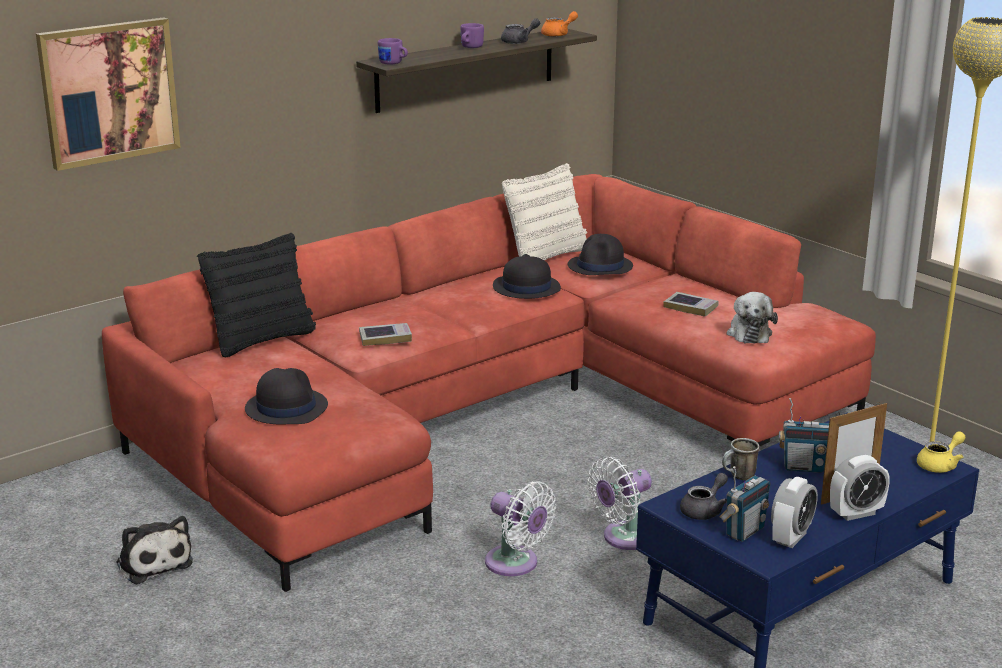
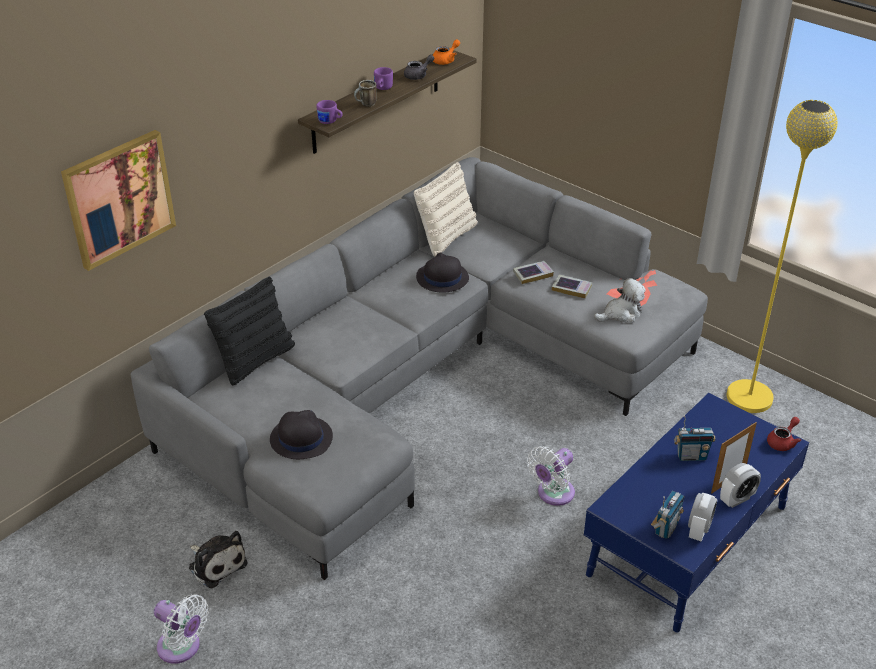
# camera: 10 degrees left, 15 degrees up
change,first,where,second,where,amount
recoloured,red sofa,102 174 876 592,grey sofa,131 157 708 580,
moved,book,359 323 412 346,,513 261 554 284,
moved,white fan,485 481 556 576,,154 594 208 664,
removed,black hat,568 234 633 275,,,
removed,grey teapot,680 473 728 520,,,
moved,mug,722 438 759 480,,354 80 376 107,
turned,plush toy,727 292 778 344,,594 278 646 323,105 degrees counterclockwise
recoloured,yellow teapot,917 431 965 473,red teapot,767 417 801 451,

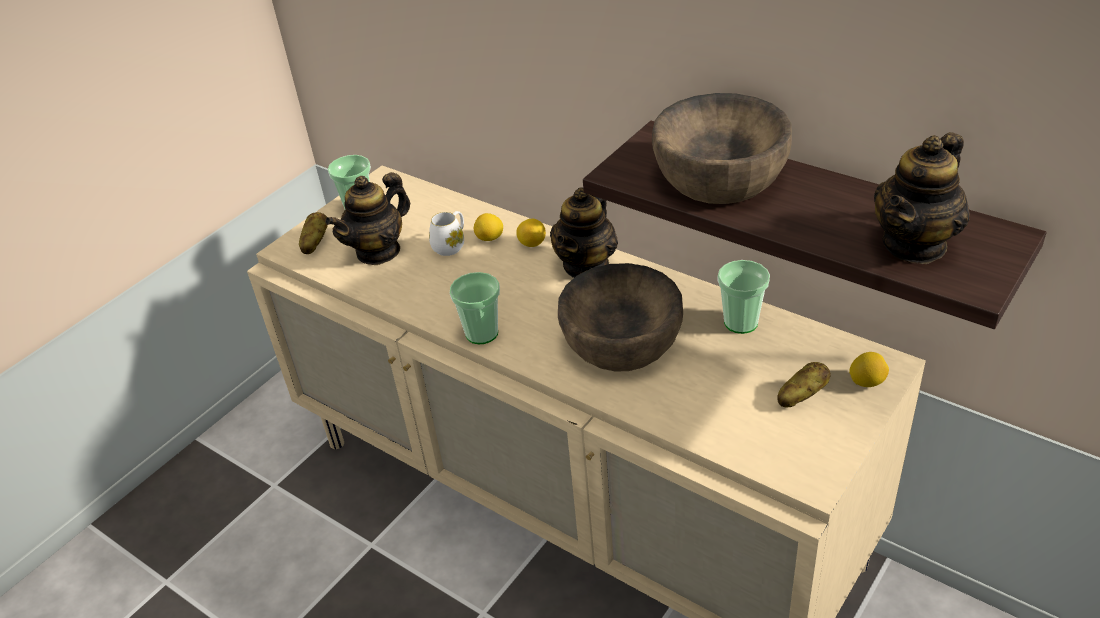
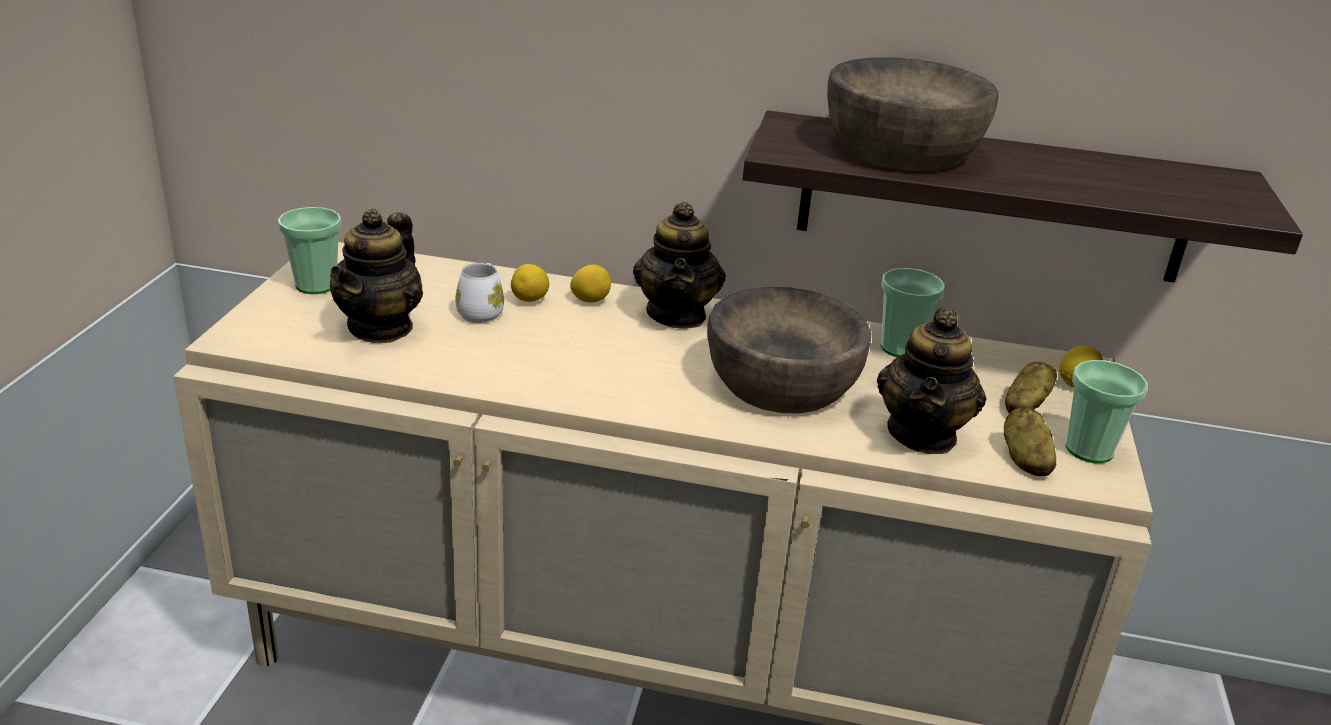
# camera: 30 degrees left, 10 degrees down
change,first,where,second,where,amount
moved,potato,299 212 328 254,,1004 408 1057 476,
moved,cup,450 272 500 344,,1065 360 1148 463,
moved,teapot,874 132 970 264,,877 307 986 454,

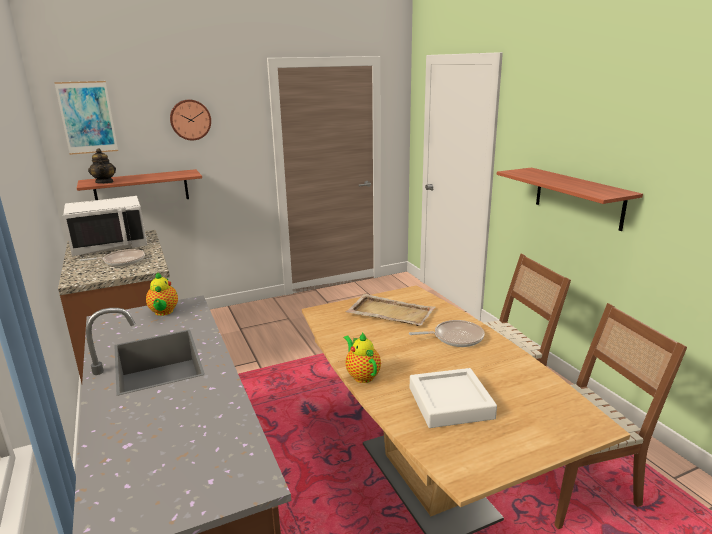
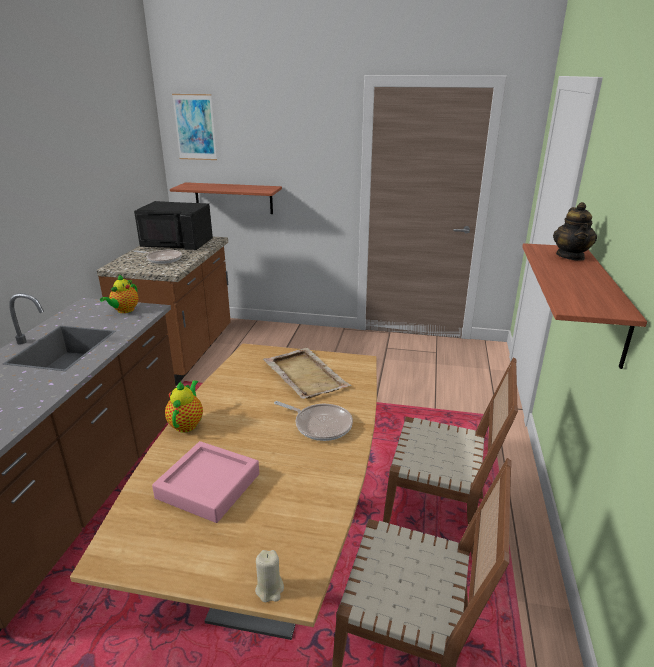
# camera: 35 degrees right, 5 degrees up
change,first,where,second,where,amount
recoloured,white microwave,63 196 147 256,black microwave,134 201 213 250,
moved,teapot,88 149 116 184,,553 202 597 261,
removed,wall clock,170 99 211 140,,,
recoloured,white tray,410 368 497 428,pink tray,152 441 259 523,
added,,,beige candle,255 550 284 602,

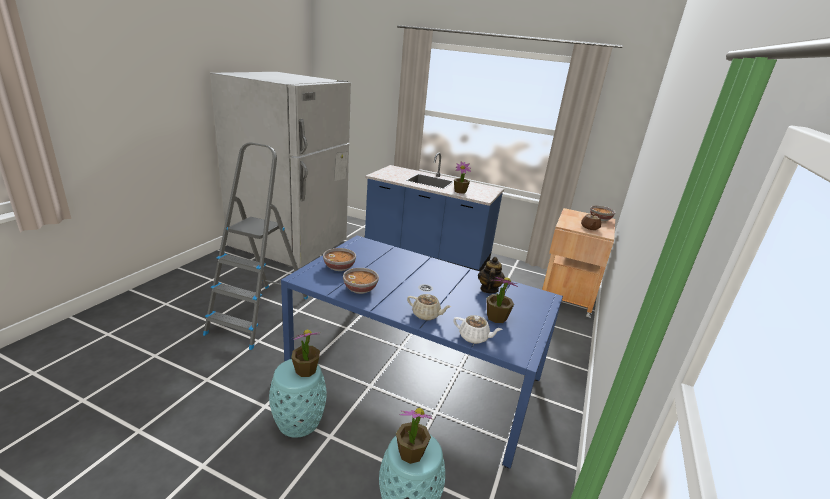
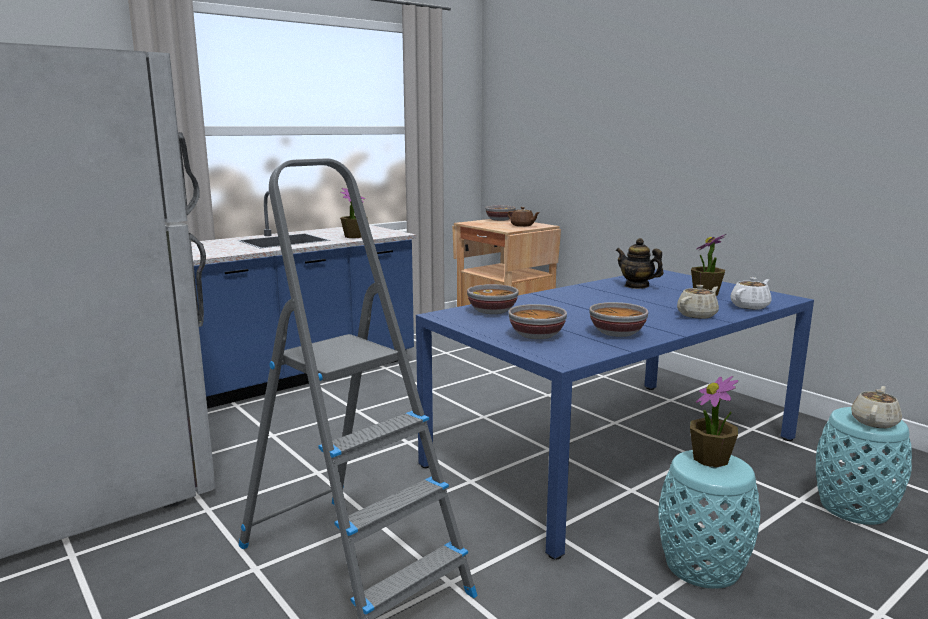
# camera: 60 degrees left, 10 degrees down
change,first,where,second,where,amount
replaced,potted plant,396 408 433 464,beige teapot,851 386 902 428,
added,,,bowl,467 284 519 314,

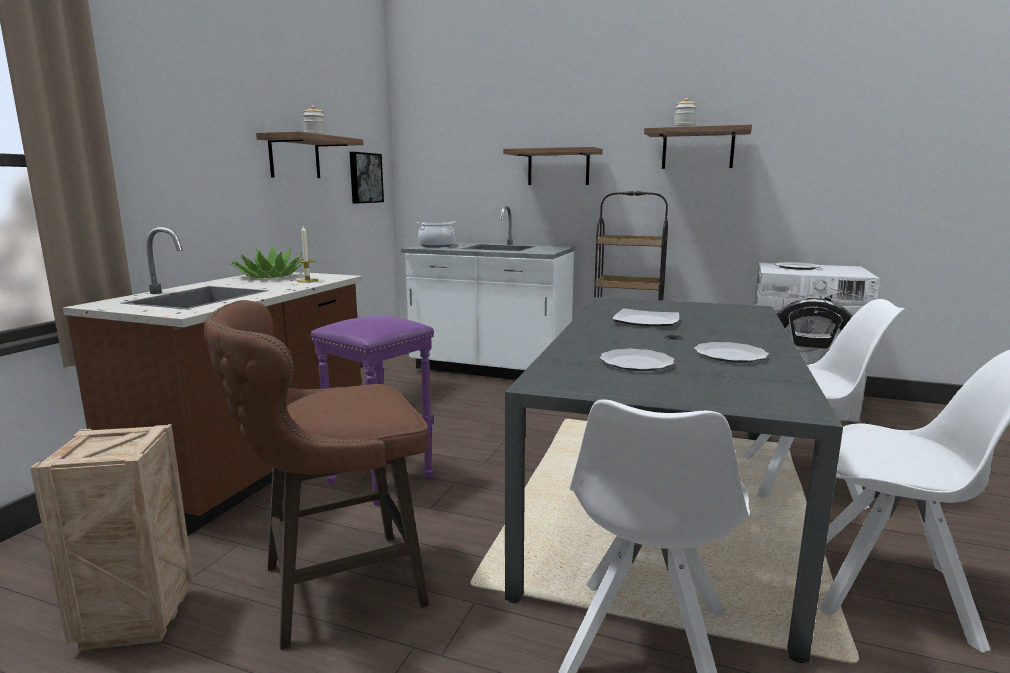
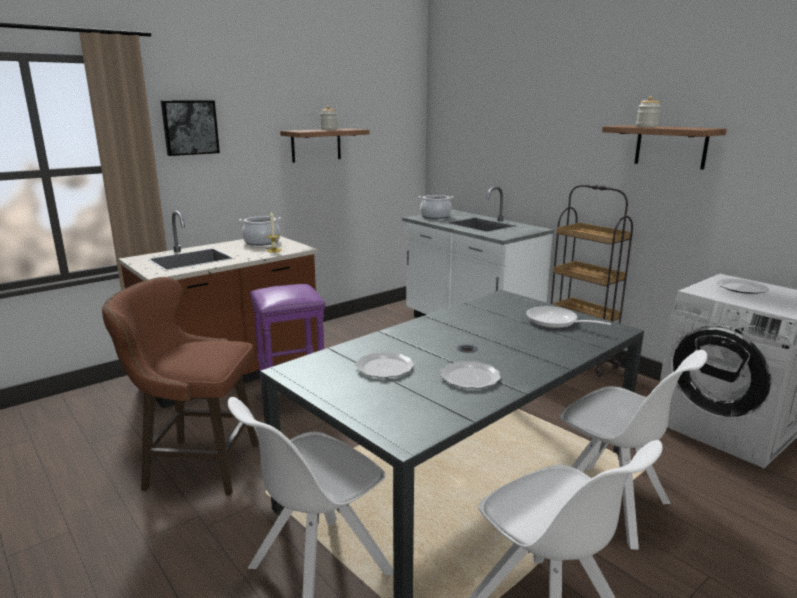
# camera: 30 degrees right, 5 degrees up
change,first,where,second,where,amount
removed,crate,30 424 193 651,,,
replaced,potted plant,231 245 304 278,cooking pot,239 216 281 246,
moved,picture,350 152 384 203,,161 100 220 156,
removed,shelf,503 147 603 185,,,
removed,plate,612 308 680 327,,,
added,,,frying pan,526 306 611 328,

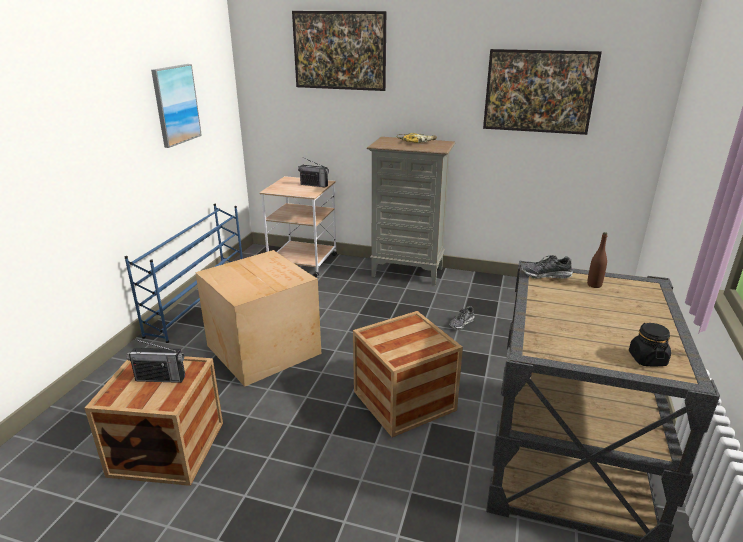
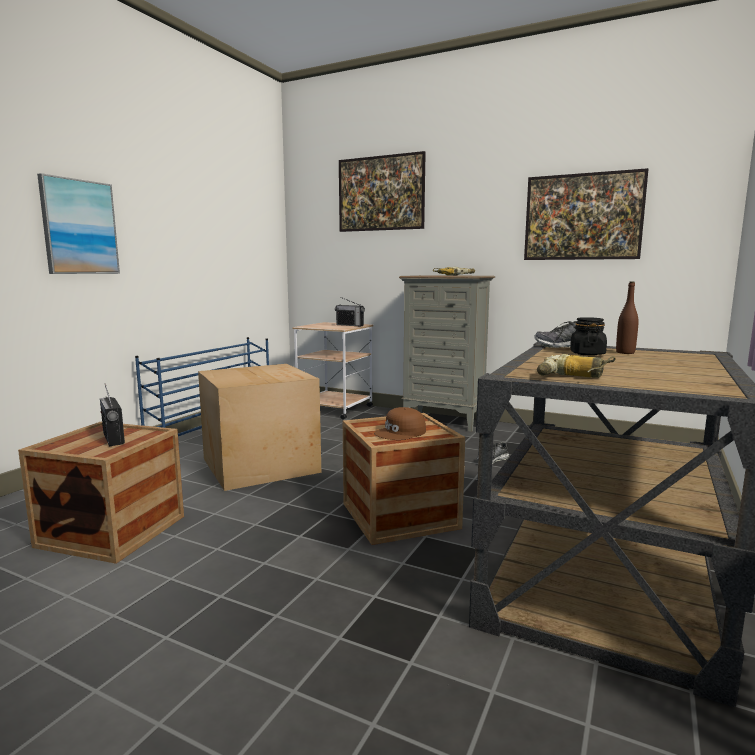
# camera: 10 degrees right, 15 degrees down
change,first,where,second,where,amount
turned,radio,127 339 185 383,,100 384 125 446,45 degrees clockwise
moved,picture,151 64 202 148,,37 173 120 274,
moved,black jar,629 323 671 366,,570 317 607 356,
added,,,brown cap,374 407 426 440,
added,,,power drill,537 354 615 378,

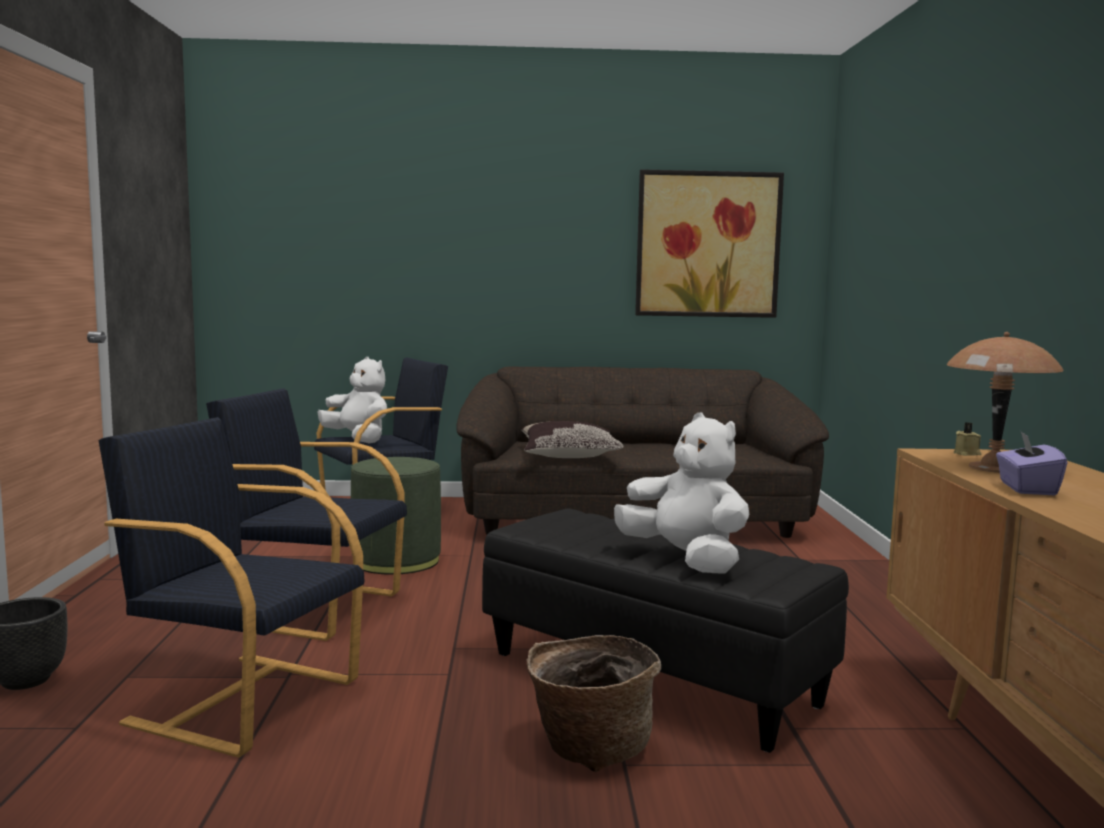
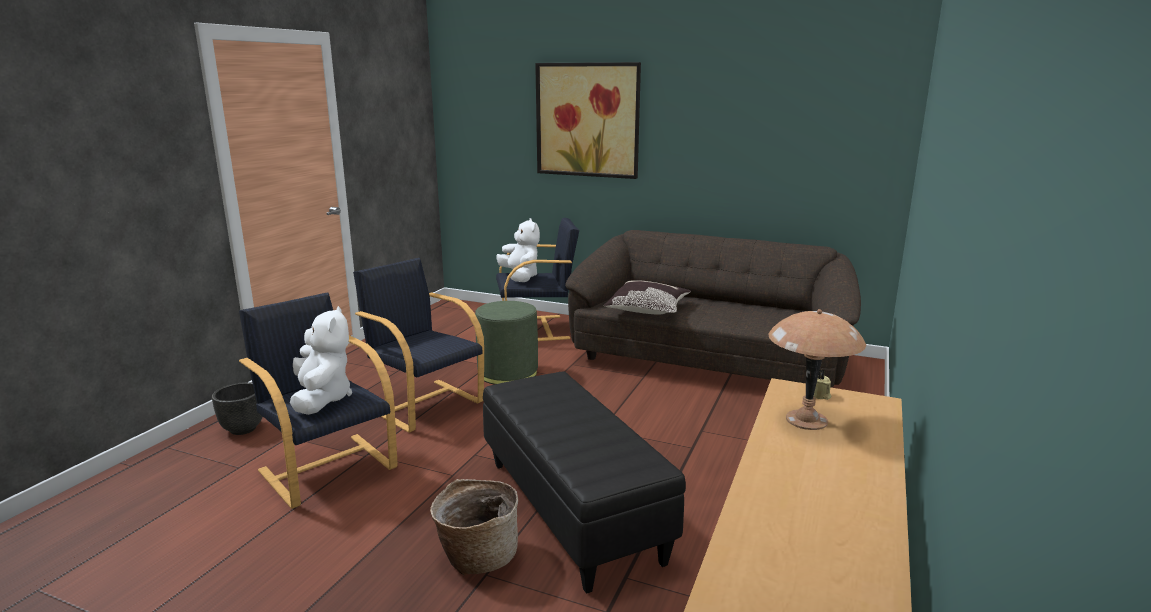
# camera: 25 degrees right, 10 degrees up
change,first,where,second,where,amount
moved,white plush toy,614 413 749 574,,290 306 352 415,
moved,picture,635 169 784 318,,535 62 641 179,
removed,purple tissue box,996 432 1067 495,,,

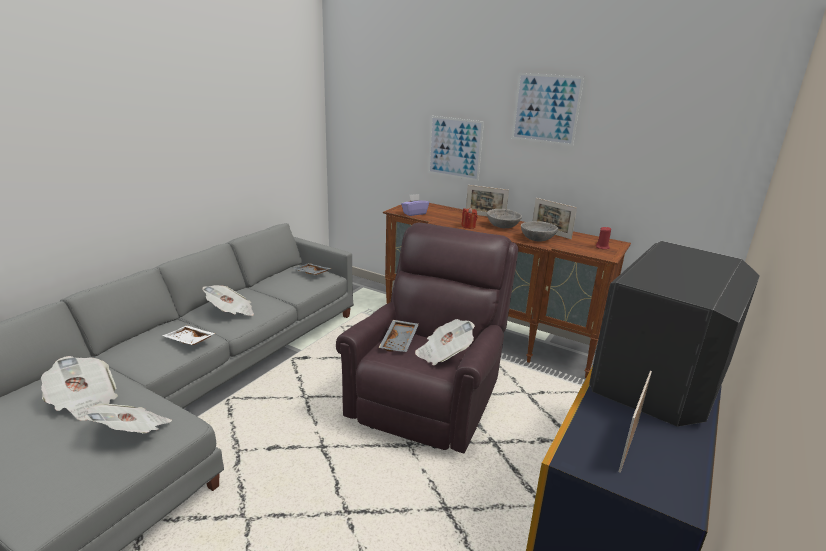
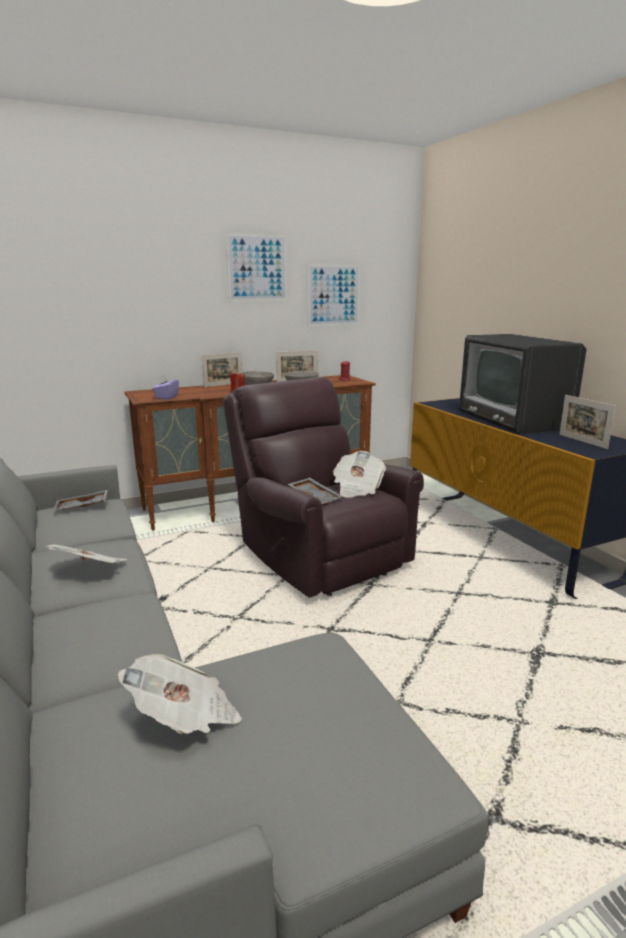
# camera: 55 degrees left, 5 degrees down
change,first,where,second,where,amount
removed,newspaper,84 404 172 433,,,
removed,white tray,162 325 215 345,,,
moved,picture,428 116 484 181,,308 264 360 326,

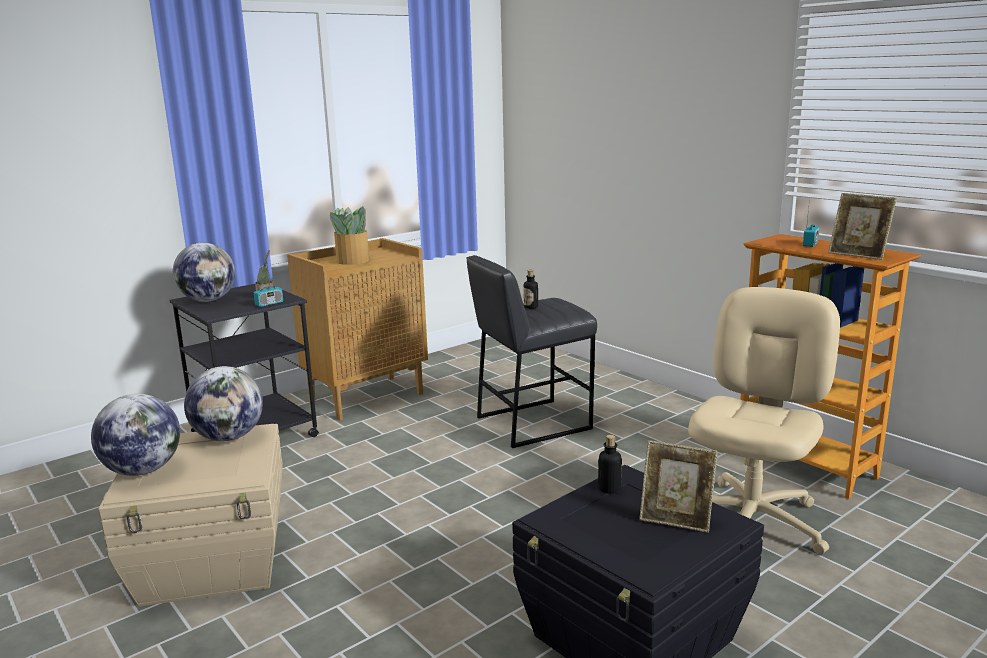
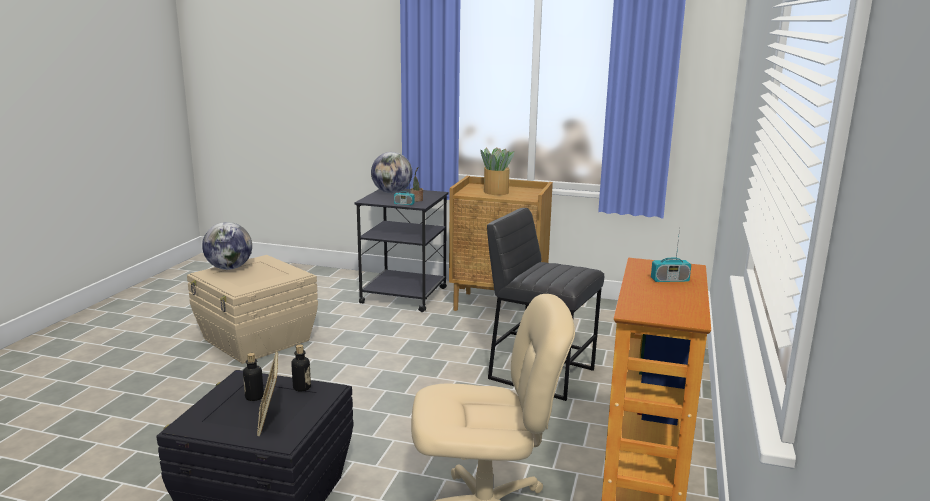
# camera: 55 degrees right, 0 degrees up
change,first,where,second,where,amount
removed,globe,184 366 263 441,,,
moved,bottle,523 270 538 309,,243 353 264 401,
removed,picture frame,828 193 897 260,,,

